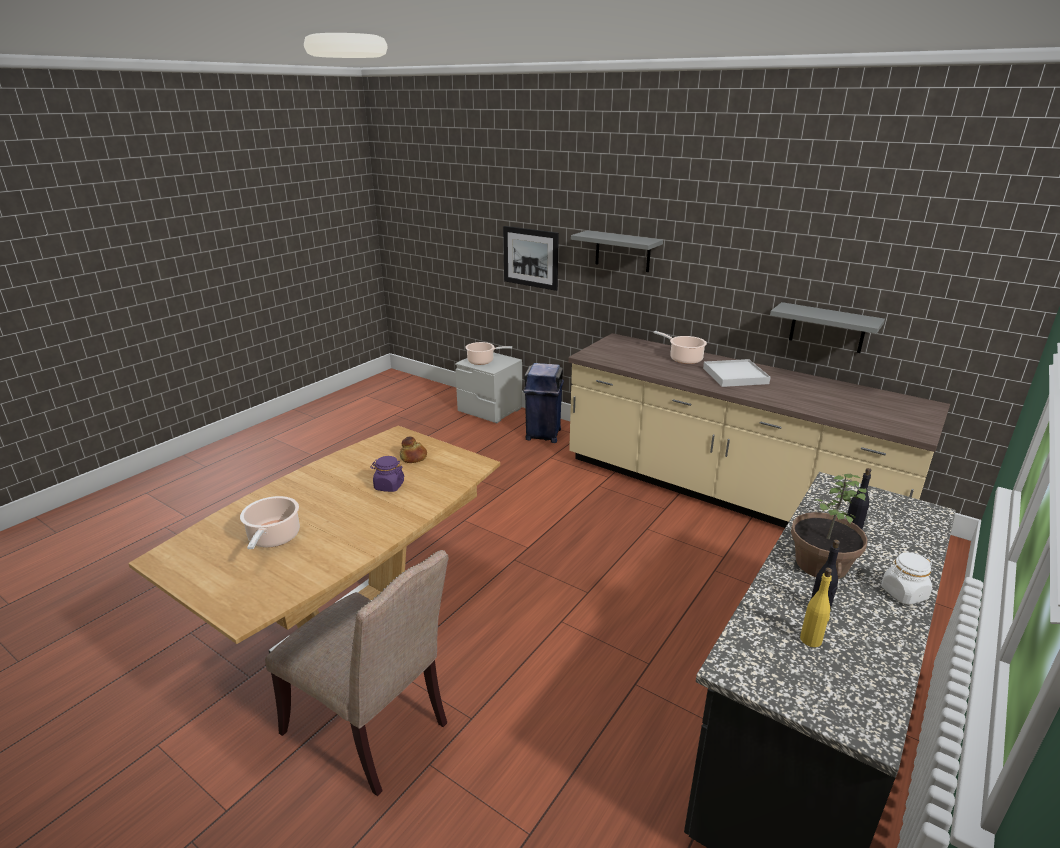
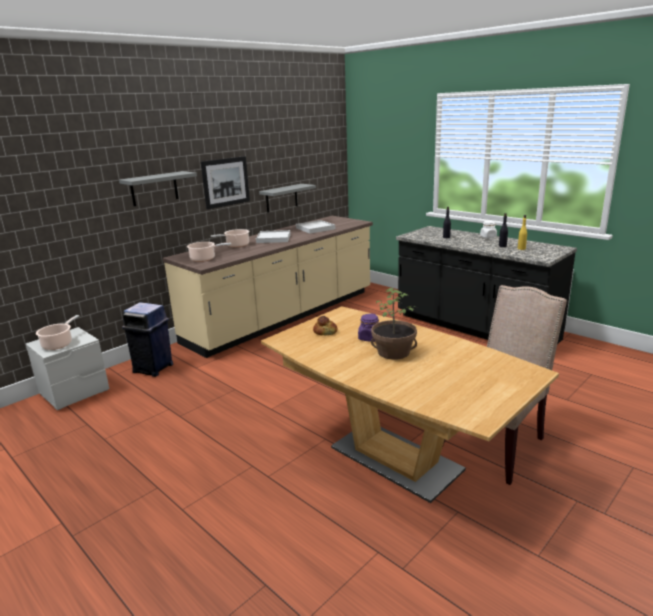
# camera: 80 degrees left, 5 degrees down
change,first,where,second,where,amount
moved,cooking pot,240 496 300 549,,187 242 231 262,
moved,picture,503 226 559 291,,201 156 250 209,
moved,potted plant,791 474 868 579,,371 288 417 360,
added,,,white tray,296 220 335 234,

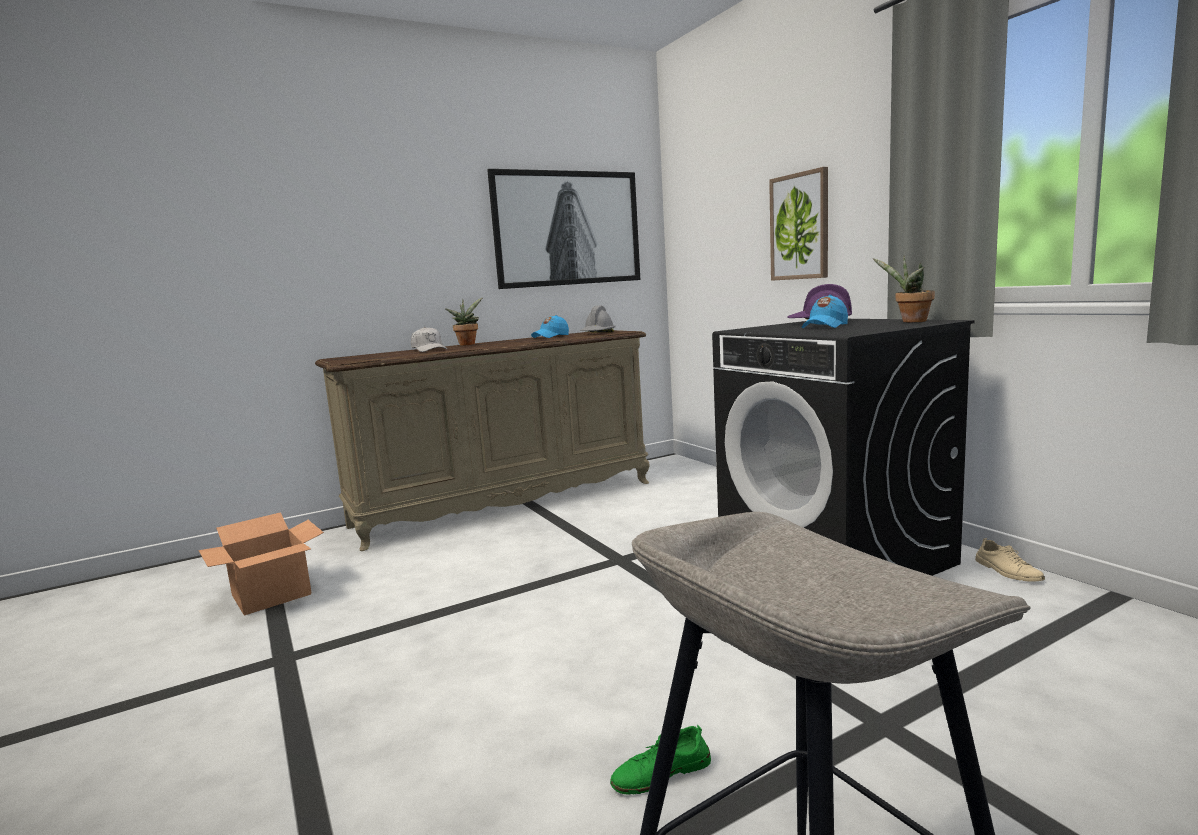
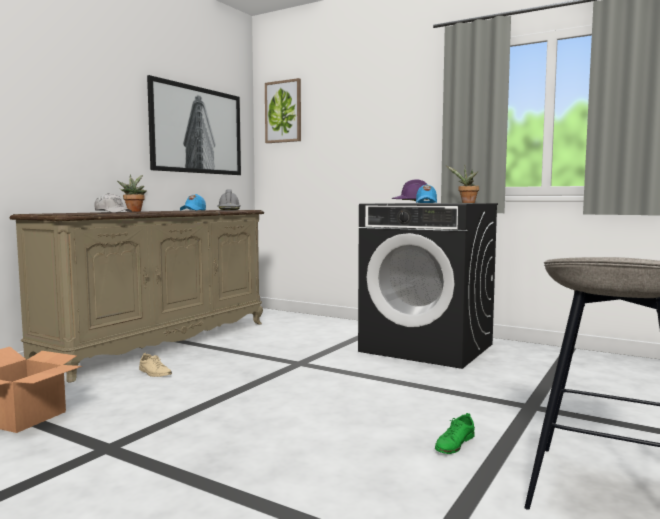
# camera: 30 degrees left, 5 degrees down
change,first,where,second,where,amount
moved,picture,769 167 828 281,,265 78 301 143,
moved,beige shoe,975 538 1045 581,,139 353 172 377,

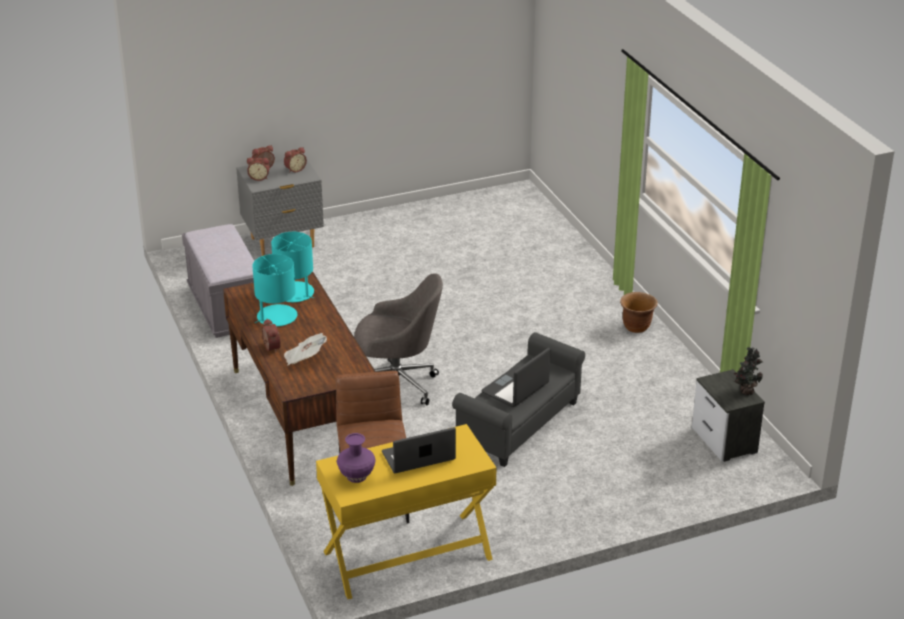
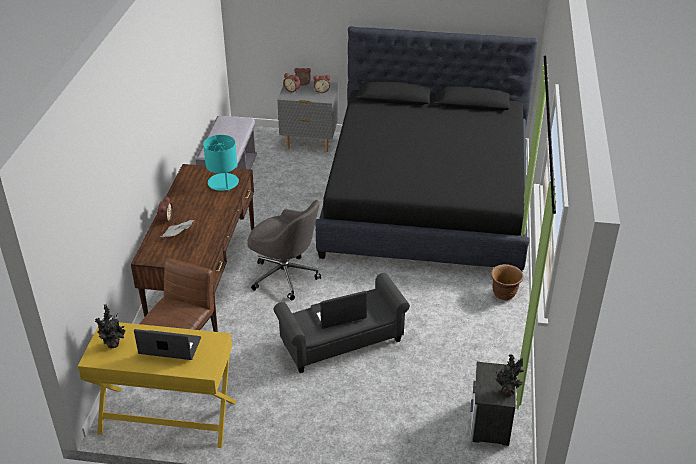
# camera: 30 degrees right, 5 degrees up
change,first,where,second,where,amount
removed,turquoise table lamp,252 254 297 326,,,
replaced,purple vase,337 433 376 483,potted plant,95 304 126 348,
added,,,black bed,315 26 538 271,

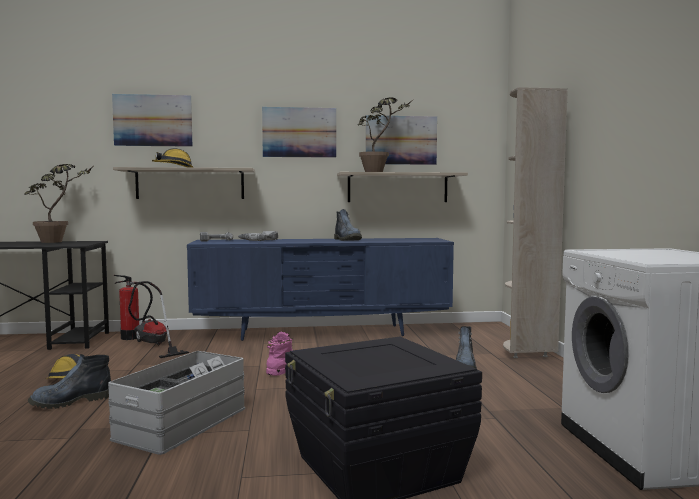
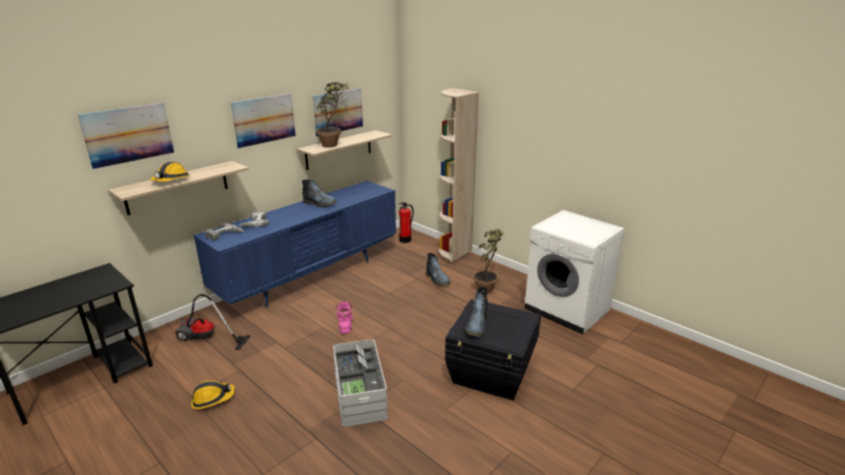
# camera: 40 degrees left, 20 degrees up
change,first,where,second,where,amount
moved,potted plant,24 164 93 243,,473 228 504 294,
moved,boot,28 354 111 409,,466 287 488 337,
moved,fire extinguisher,114 275 153 340,,399 203 414 243,

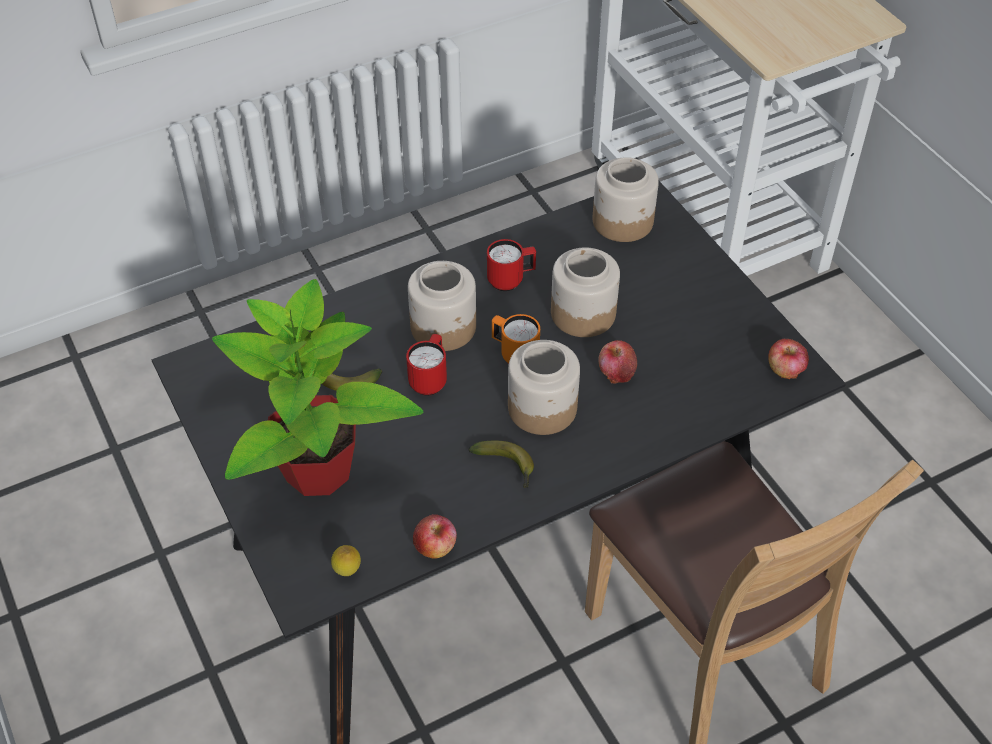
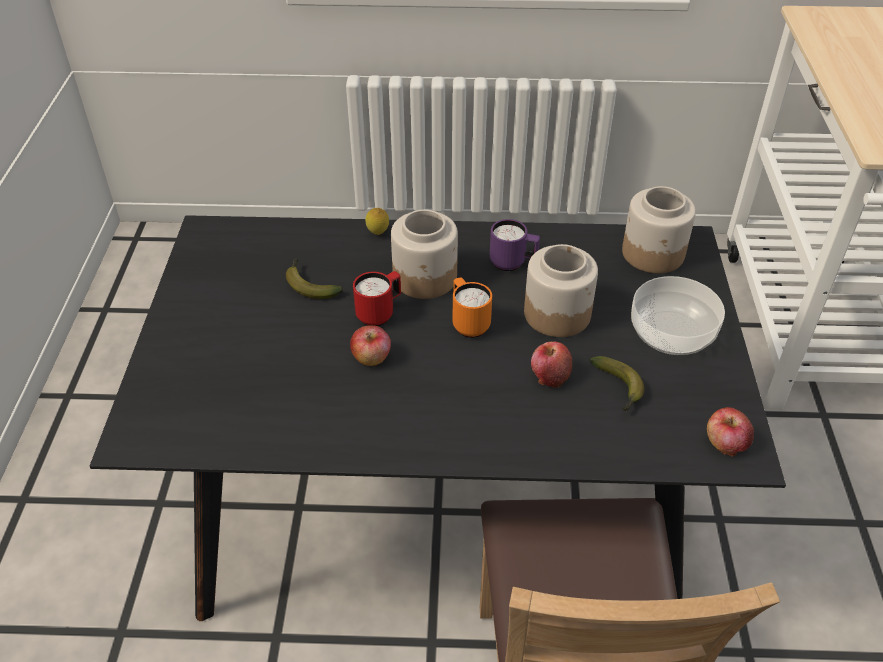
# camera: 30 degrees right, 5 degrees down
change,first,where,second,where,amount
removed,potted plant,212 279 424 496,,,
moved,lemon,331 545 361 576,,366 208 389 235,
moved,apple,413 514 457 559,,350 326 391 366,
moved,banana,468 441 534 489,,589 356 644 412,
recoloured,red mug,487 239 536 291,purple mug,490 219 540 271,
removed,jar,508 340 580 435,,,
added,,,bowl,631 276 725 355,

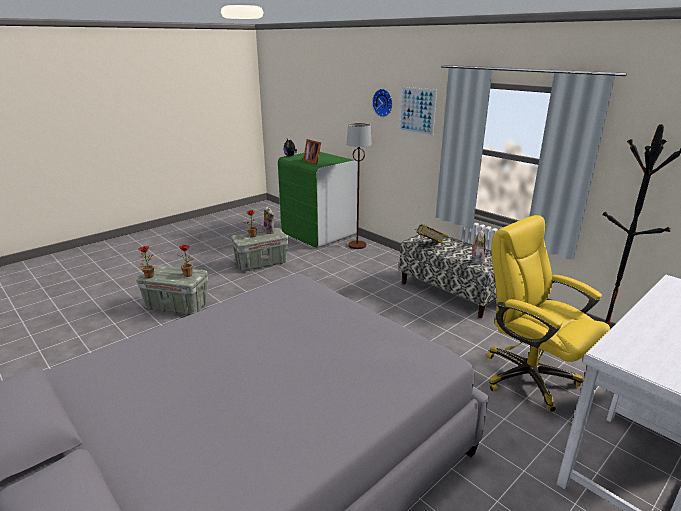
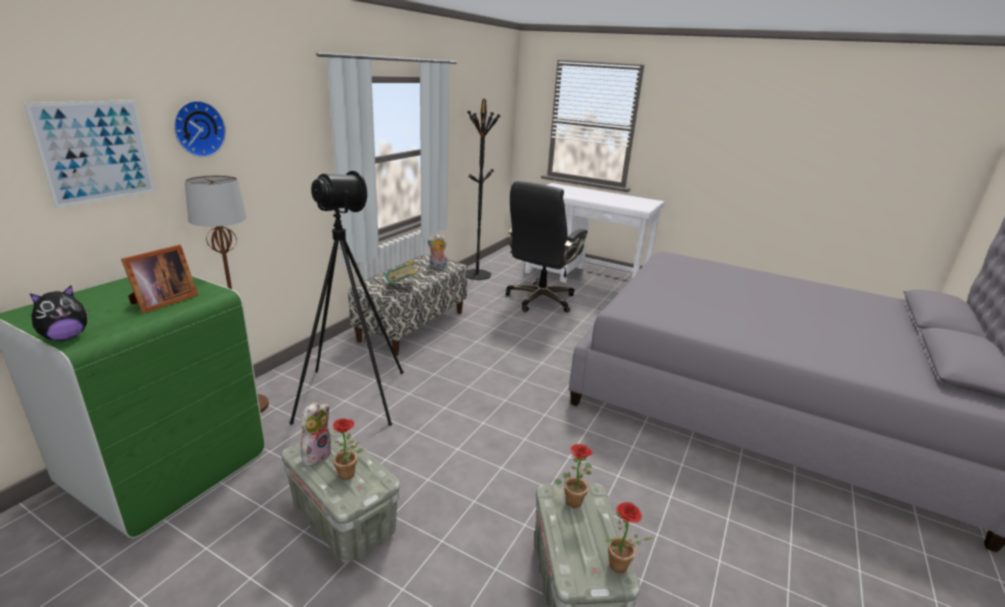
# camera: 110 degrees left, 0 degrees up
change,first,where,second,where,amount
moved,picture,399 87 437 136,,24 100 155 208,
recoloured,yellow office chair,486 215 610 412,black office chair,506 181 588 313,
added,,,black floor lamp,289 171 404 426,

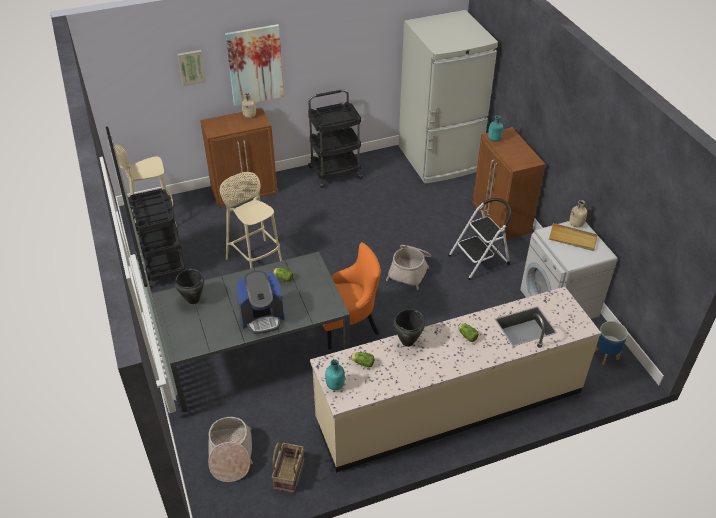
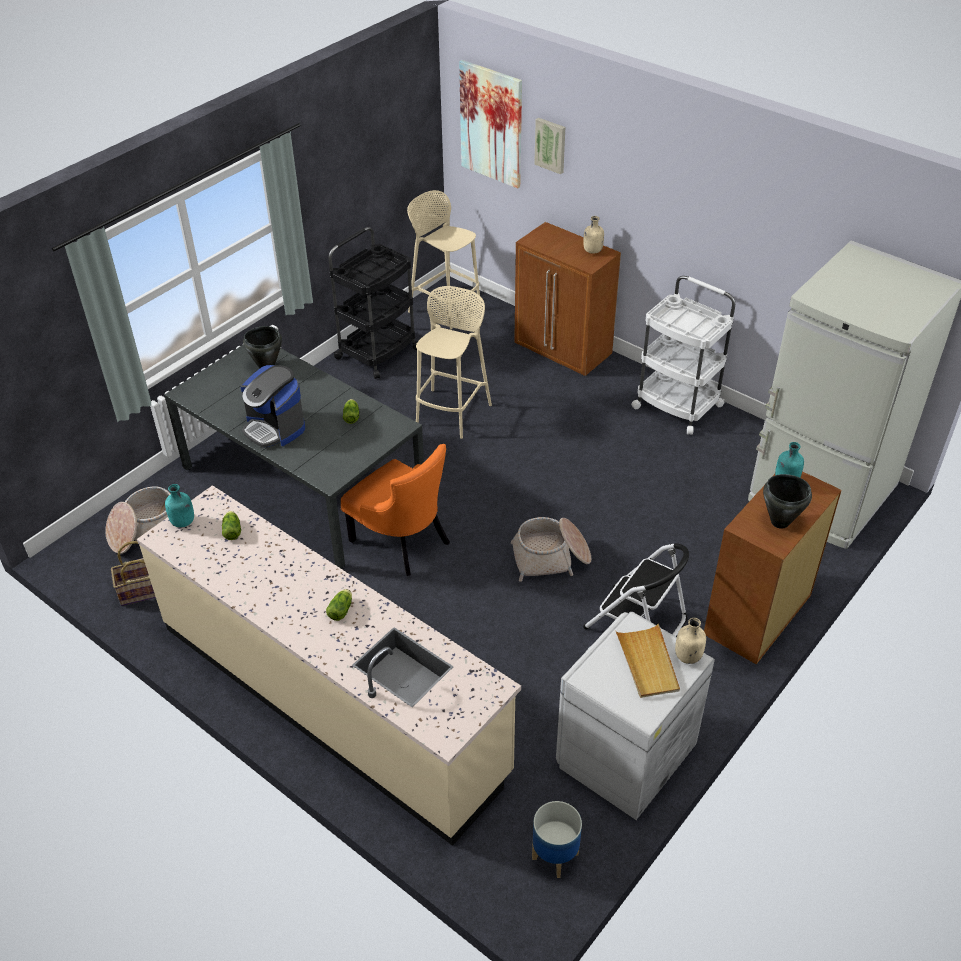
# camera: 60 degrees right, 0 degrees up
change,first,where,second,where,amount
moved,picture,225 24 284 106,,459 60 522 188,
recoloured,black cart,308 90 363 188,white cart,631 276 735 435,
moved,black cooking pot,393 309 425 347,,763 474 812 529,

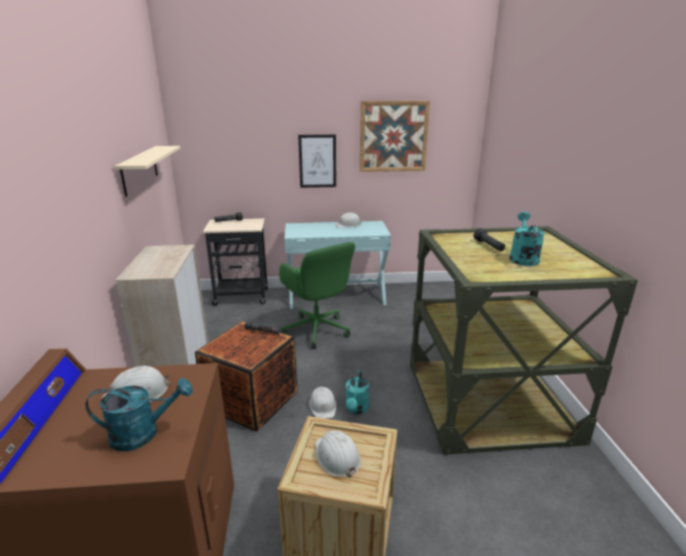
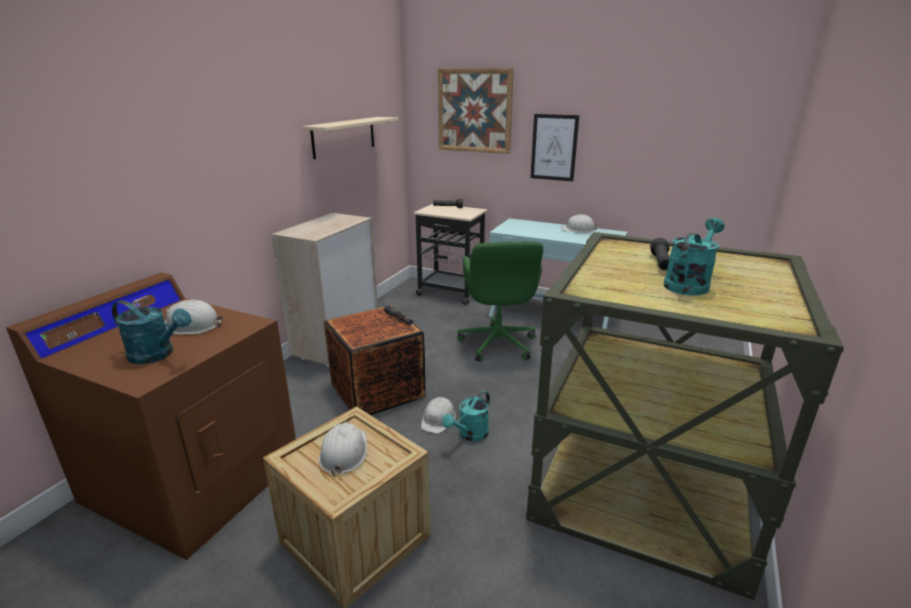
# camera: 30 degrees right, 0 degrees up
change,first,where,second,where,amount
moved,picture,360 101 430 172,,438 68 514 154,

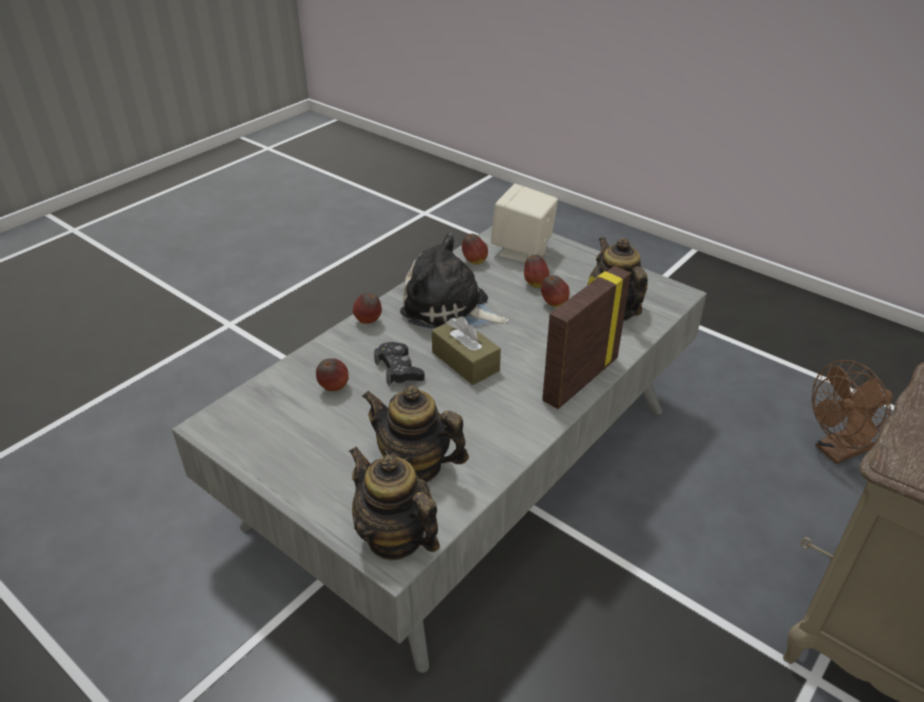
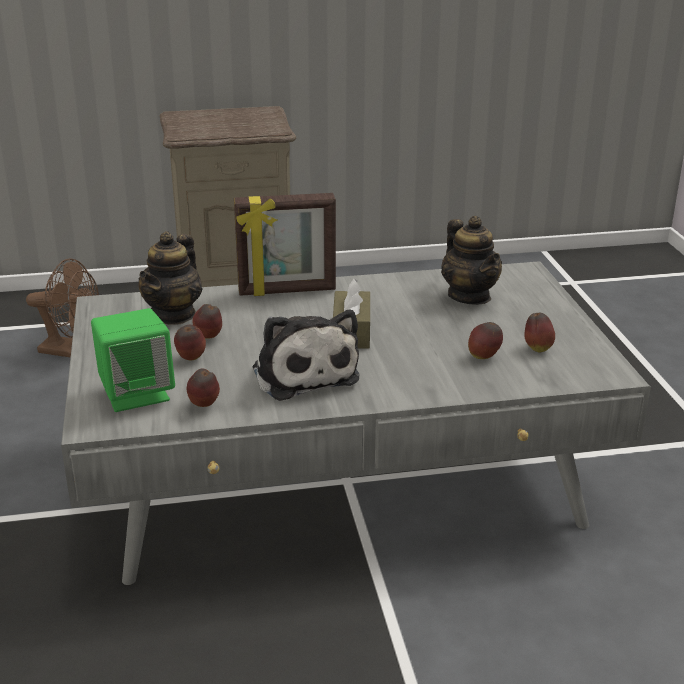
# camera: 140 degrees left, 10 degrees down
change,first,where,second,where,amount
removed,teapot,348 446 440 560,,,
moved,apple,353 293 382 324,,524 312 555 352,
removed,black game controller,374 342 425 386,,,
recoloured,beige speaker,491 184 558 262,green speaker,91 308 175 412,

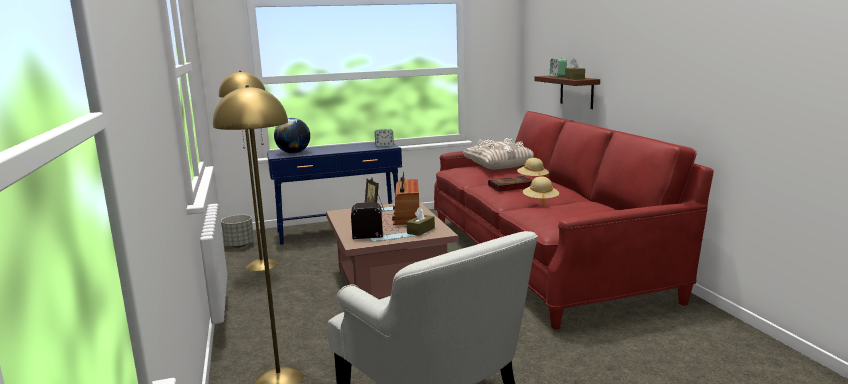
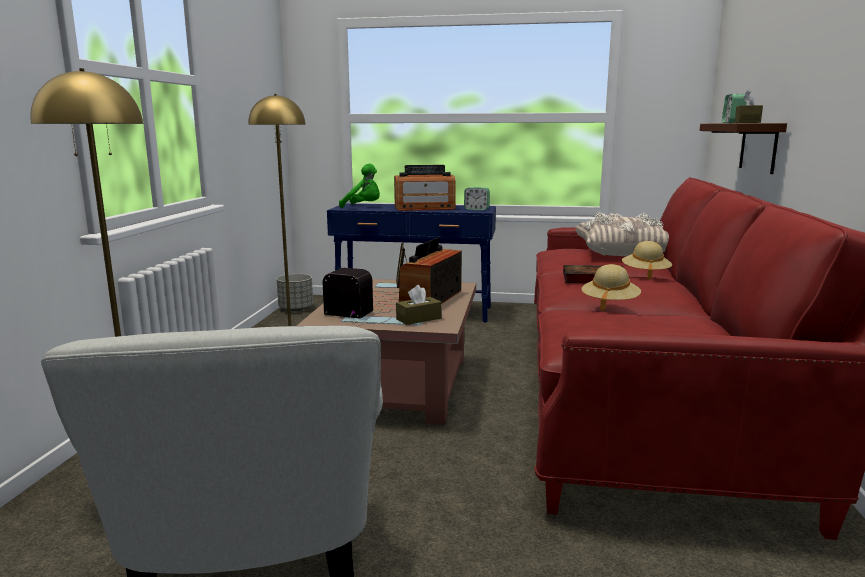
# camera: 25 degrees right, 0 degrees up
change,first,where,second,where,amount
replaced,globe,274 118 310 153,green plush toy,339 163 380 208,
added,,,radio,394 165 456 211,

